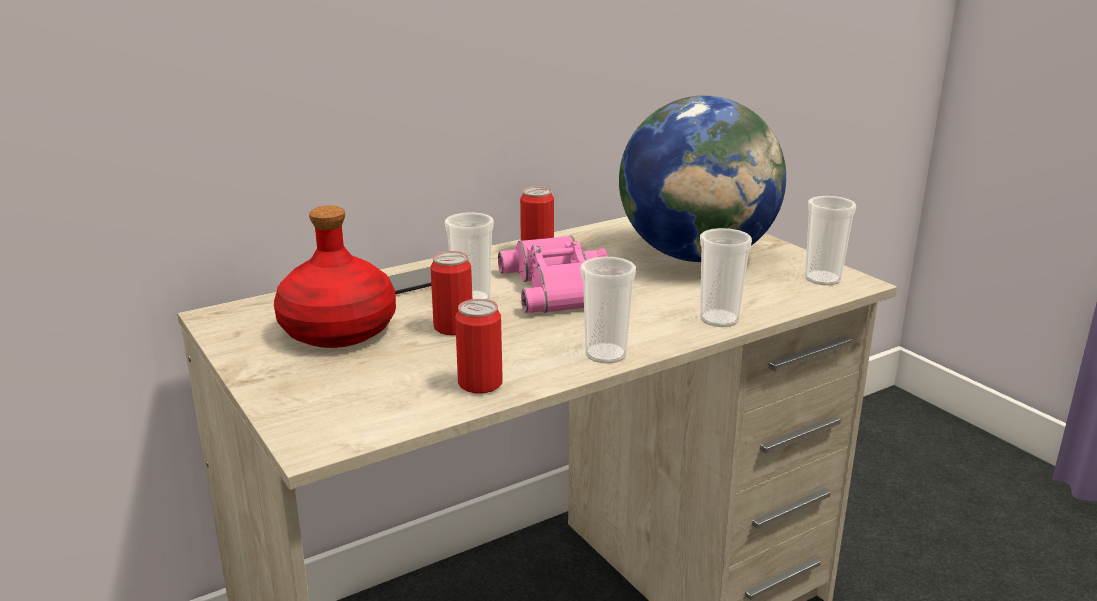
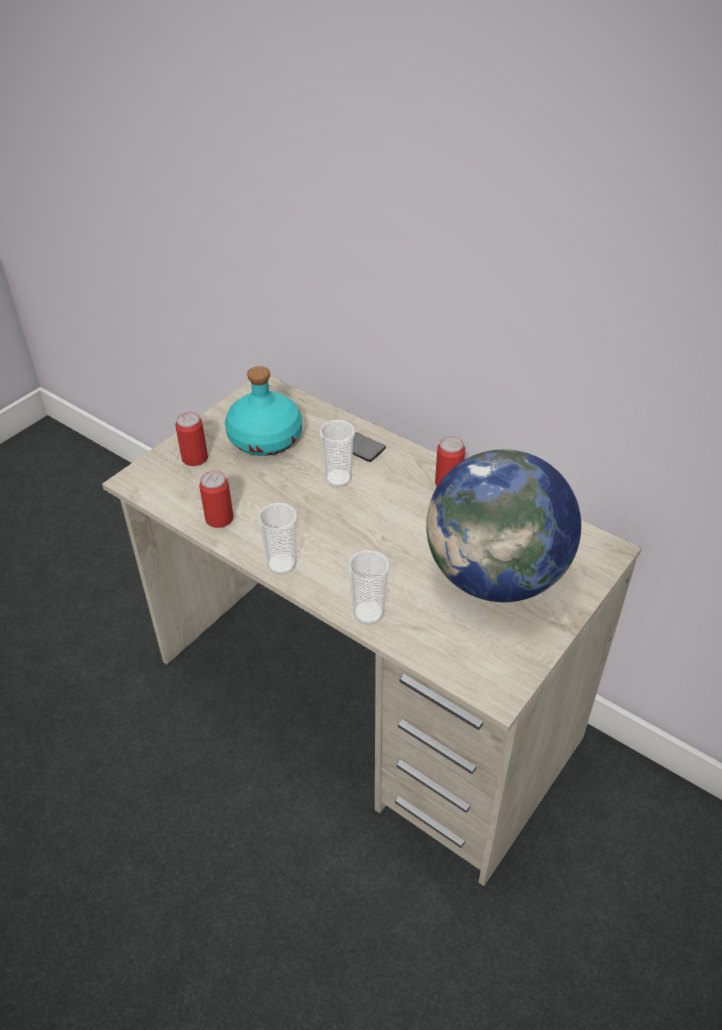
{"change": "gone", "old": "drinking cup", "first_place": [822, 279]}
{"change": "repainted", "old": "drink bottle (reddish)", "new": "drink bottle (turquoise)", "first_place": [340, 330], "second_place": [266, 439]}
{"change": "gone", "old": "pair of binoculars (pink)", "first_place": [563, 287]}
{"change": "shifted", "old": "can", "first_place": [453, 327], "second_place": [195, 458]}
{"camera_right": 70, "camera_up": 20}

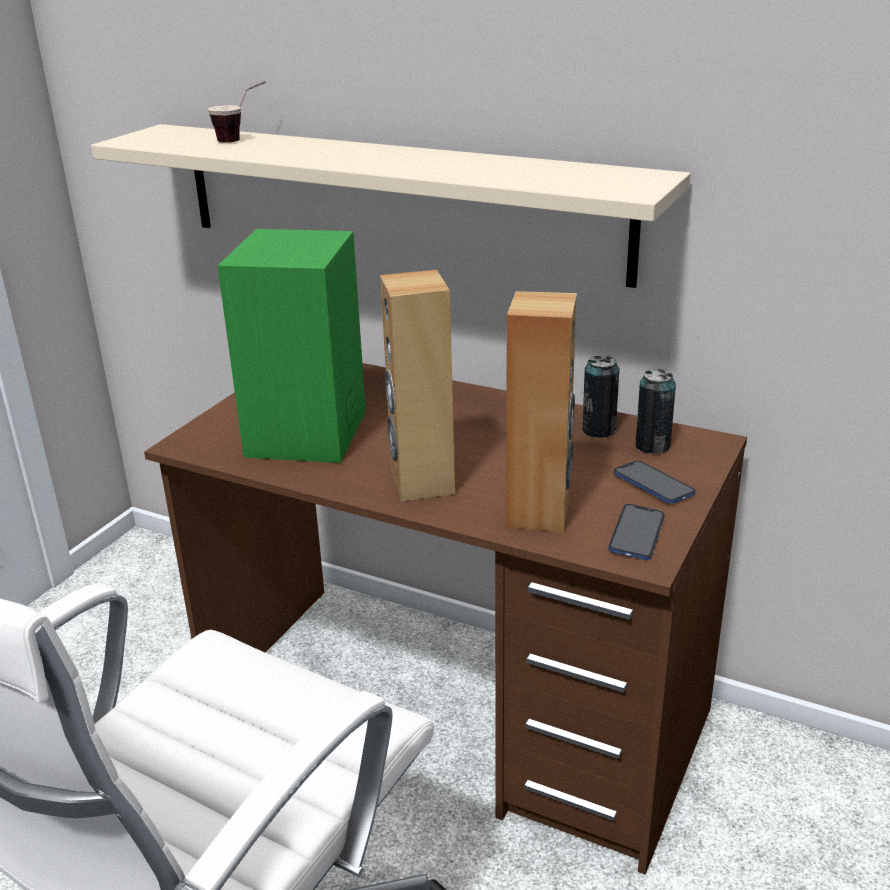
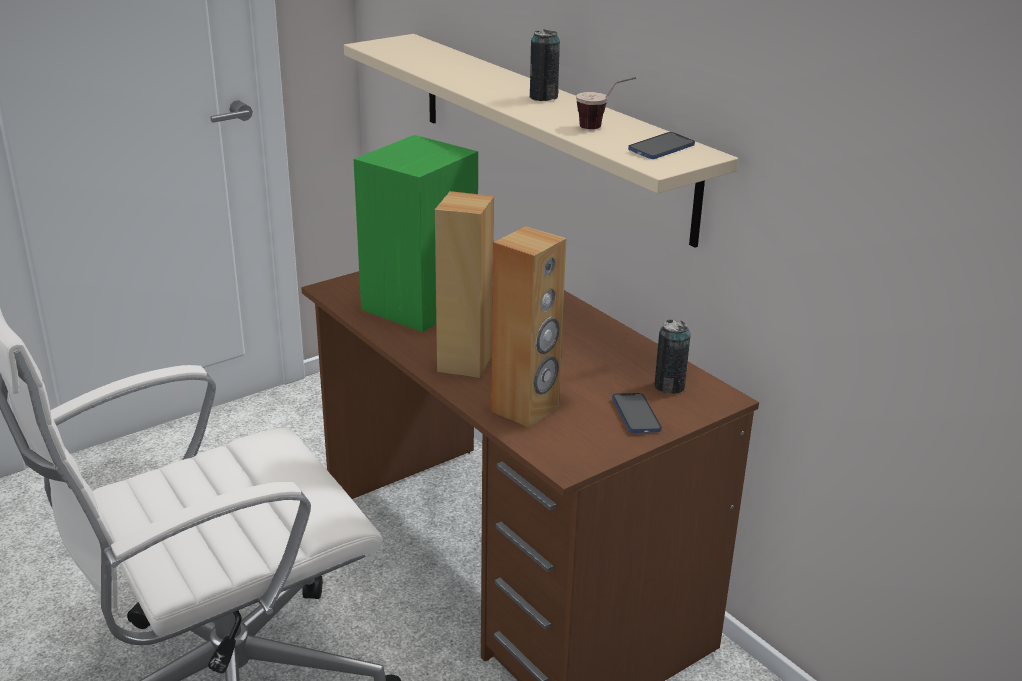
{"change": "shifted", "old": "drinking cup", "first_place": [242, 140], "second_place": [603, 127]}
{"change": "shifted", "old": "can", "first_place": [598, 430], "second_place": [543, 97]}
{"change": "shifted", "old": "phone", "first_place": [636, 534], "second_place": [661, 148]}
{"camera_right": 25, "camera_up": 0}

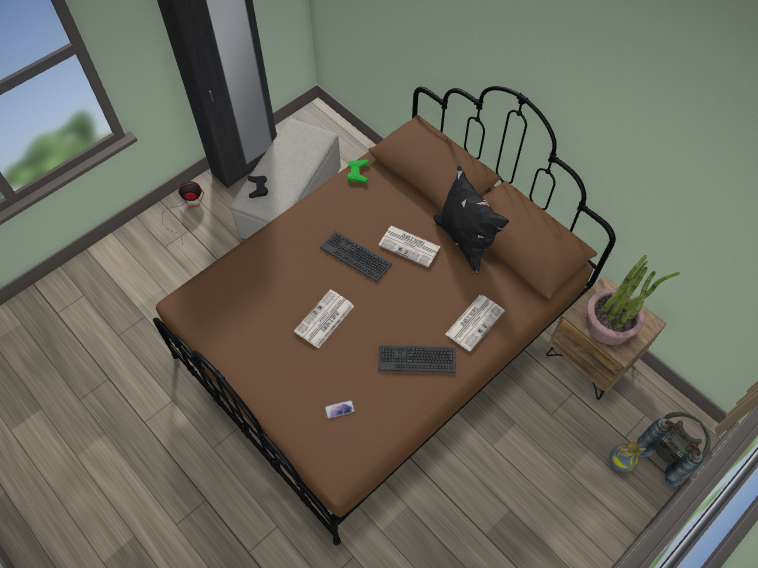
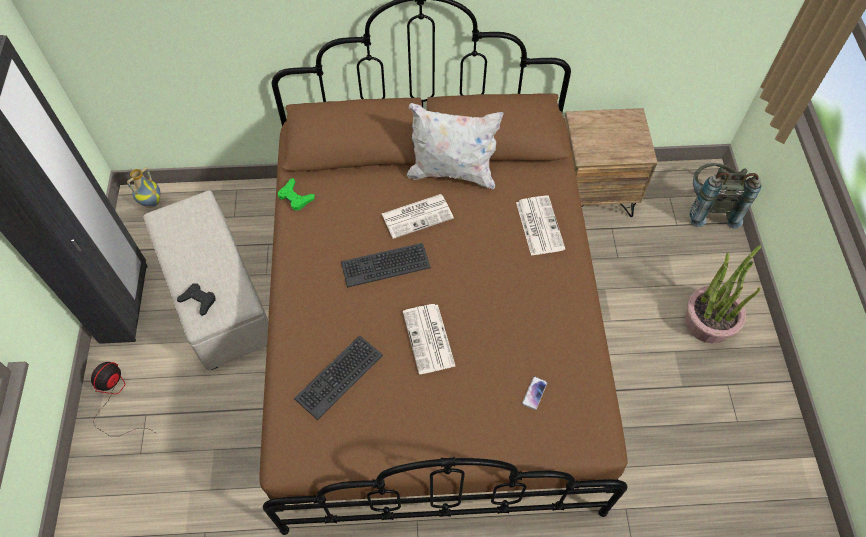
{"change": "repainted", "old": "pillow (black)", "new": "pillow (white-coloured)", "first_place": [464, 240], "second_place": [452, 172]}
{"change": "shifted", "old": "houseplant", "first_place": [609, 324], "second_place": [708, 321]}
{"change": "shifted", "old": "computer keyboard", "first_place": [417, 358], "second_place": [338, 376]}
{"change": "shifted", "old": "decorative vase", "first_place": [618, 462], "second_place": [151, 202]}
{"camera_right": -50, "camera_up": 0}

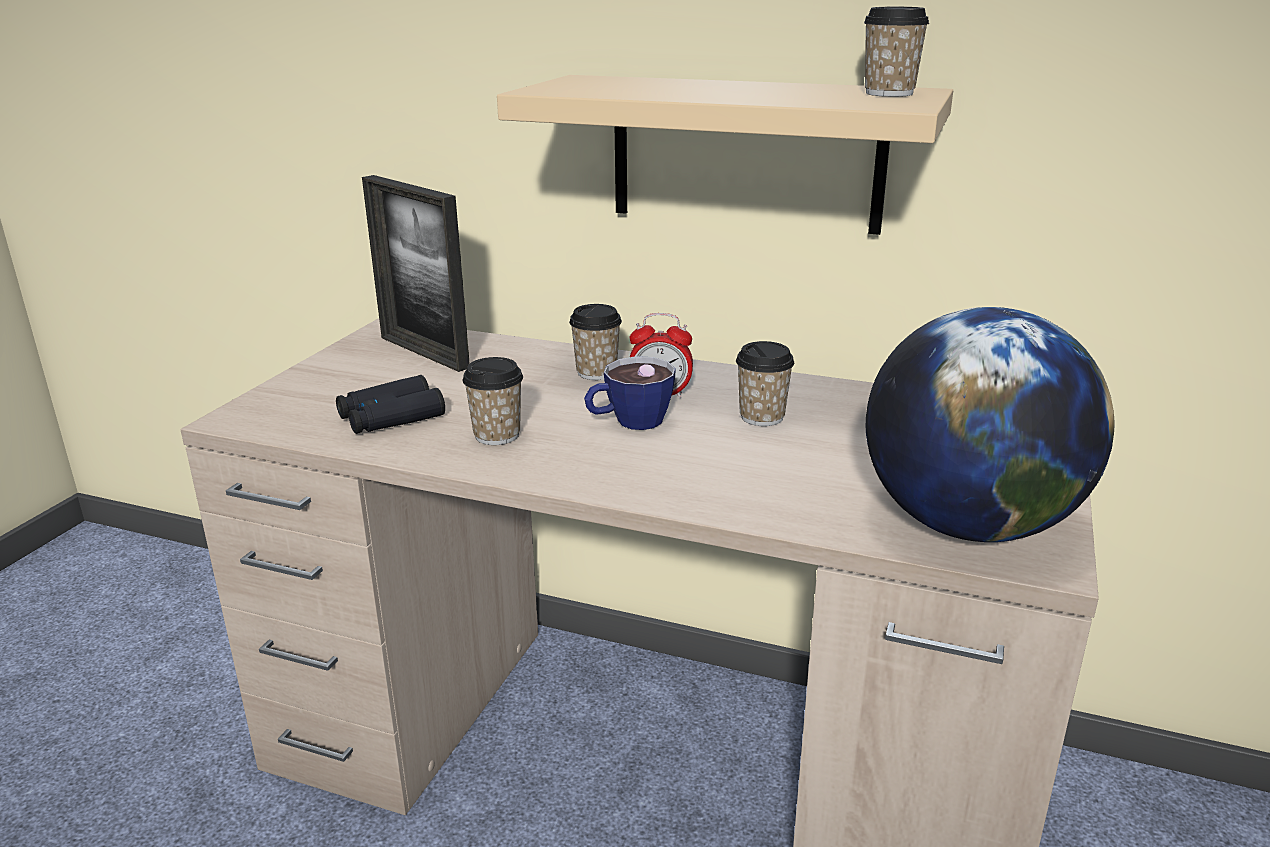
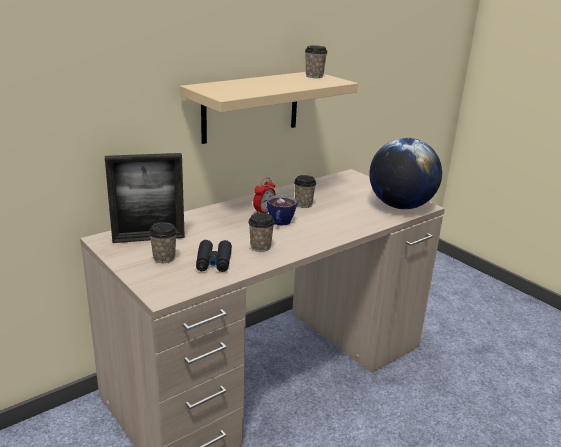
{"change": "shifted", "old": "drinking cup", "first_place": [596, 372], "second_place": [164, 258]}
{"camera_right": -60, "camera_up": 0}

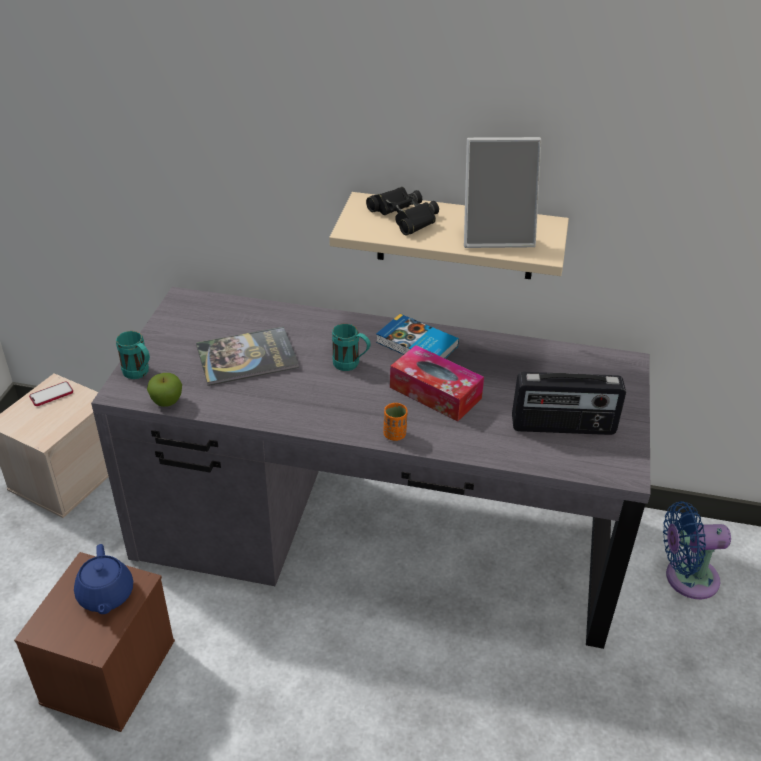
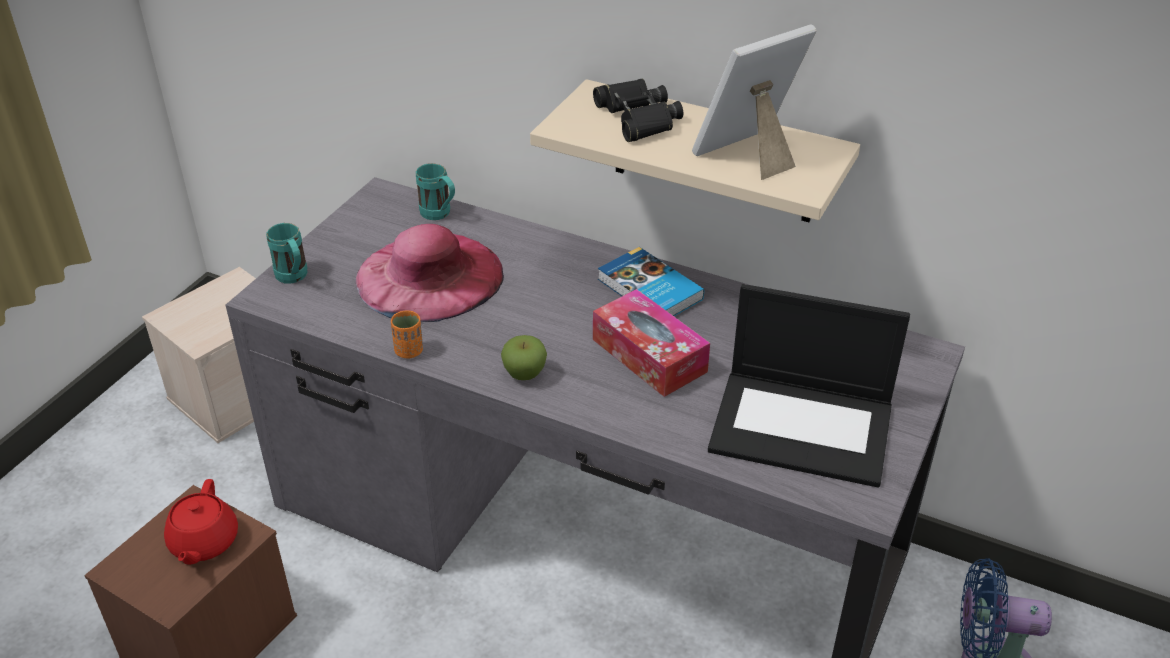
{"change": "rotated", "old": "standing frame", "first_place": [496, 235], "second_place": [749, 155], "degrees": 135}
{"change": "shifted", "old": "tea mug (turquoise)", "first_place": [351, 365], "second_place": [439, 215]}
{"change": "swapped", "old": "book", "new": "hat (pink)", "first_place": [247, 357], "second_place": [429, 276]}
{"change": "swapped", "old": "radio set", "new": "portable computer", "first_place": [563, 427], "second_place": [803, 427]}
{"change": "shifted", "old": "apple fruit", "first_place": [167, 402], "second_place": [524, 374]}
{"change": "gone", "old": "phone", "first_place": [51, 395]}
{"change": "shifted", "old": "drinking cup (orange)", "first_place": [394, 434], "second_place": [409, 351]}
{"change": "repainted", "old": "teapot (blue)", "new": "teapot (reddish)", "first_place": [105, 595], "second_place": [203, 543]}
{"camera_right": 15, "camera_up": 0}

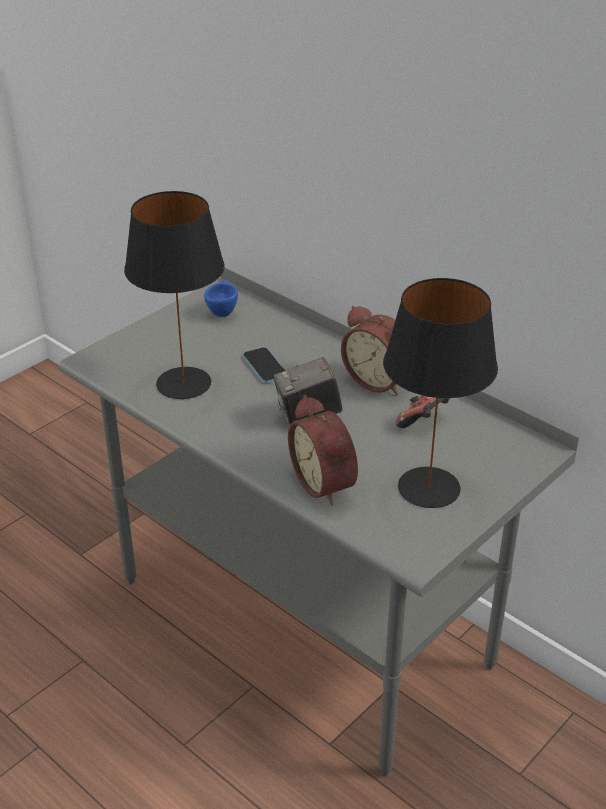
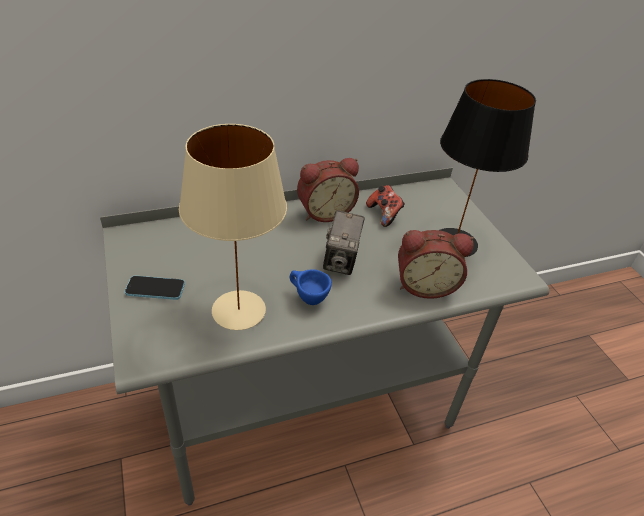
{"change": "repainted", "old": "table lamp (black)", "new": "table lamp (beige-coloured)", "first_place": [183, 384], "second_place": [239, 310]}
{"change": "shifted", "old": "drinking cup (blue)", "first_place": [222, 311], "second_place": [307, 298]}
{"change": "shifted", "old": "phone", "first_place": [265, 367], "second_place": [155, 289]}
{"camera_right": -65, "camera_up": 5}

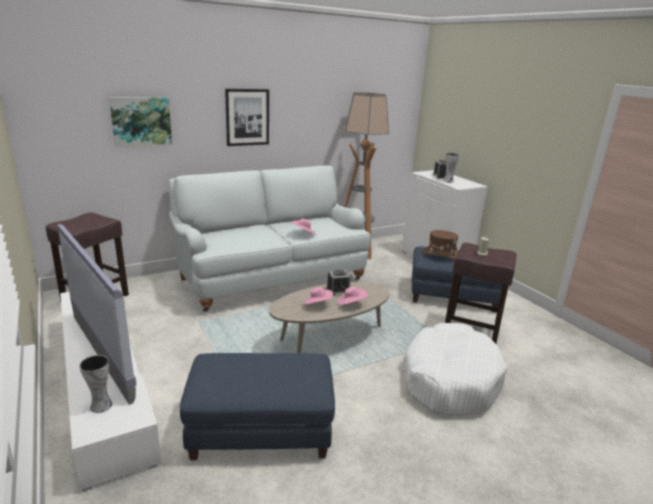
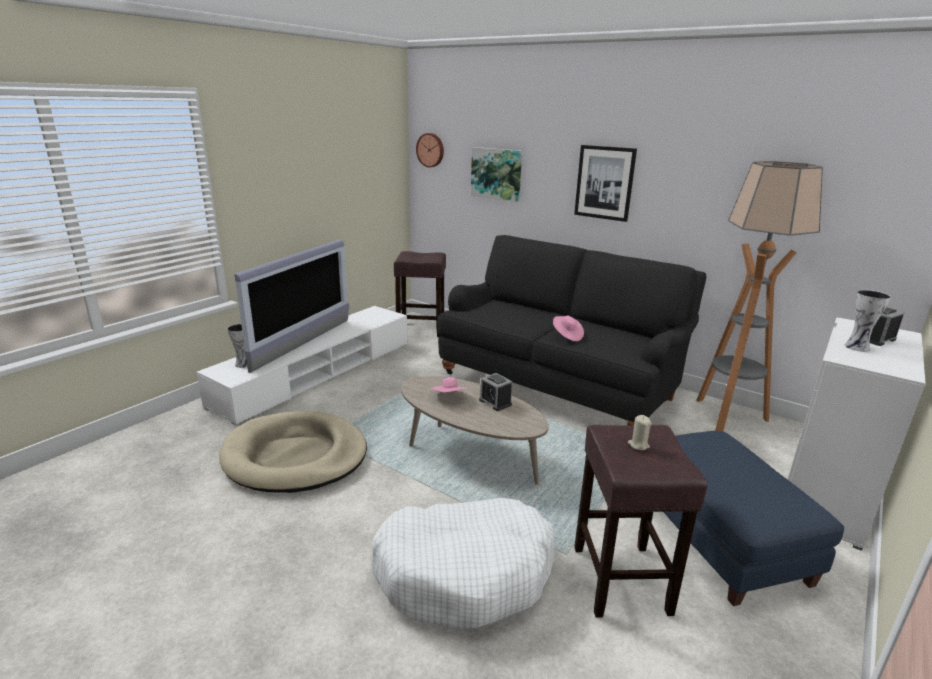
{"change": "repainted", "old": "settee (white-coloured)", "new": "settee (black)", "first_place": [270, 277], "second_place": [559, 383]}
{"change": "gone", "old": "hat (brown)", "first_place": [440, 255]}
{"change": "gone", "old": "hat (pink)", "first_place": [351, 304]}
{"change": "swapped", "old": "ottoman (blue)", "new": "pet bed (beige-coloured)", "first_place": [261, 429], "second_place": [295, 456]}
{"change": "new", "new": "hanging clock", "second_place": [430, 150]}
{"camera_right": 65, "camera_up": 0}

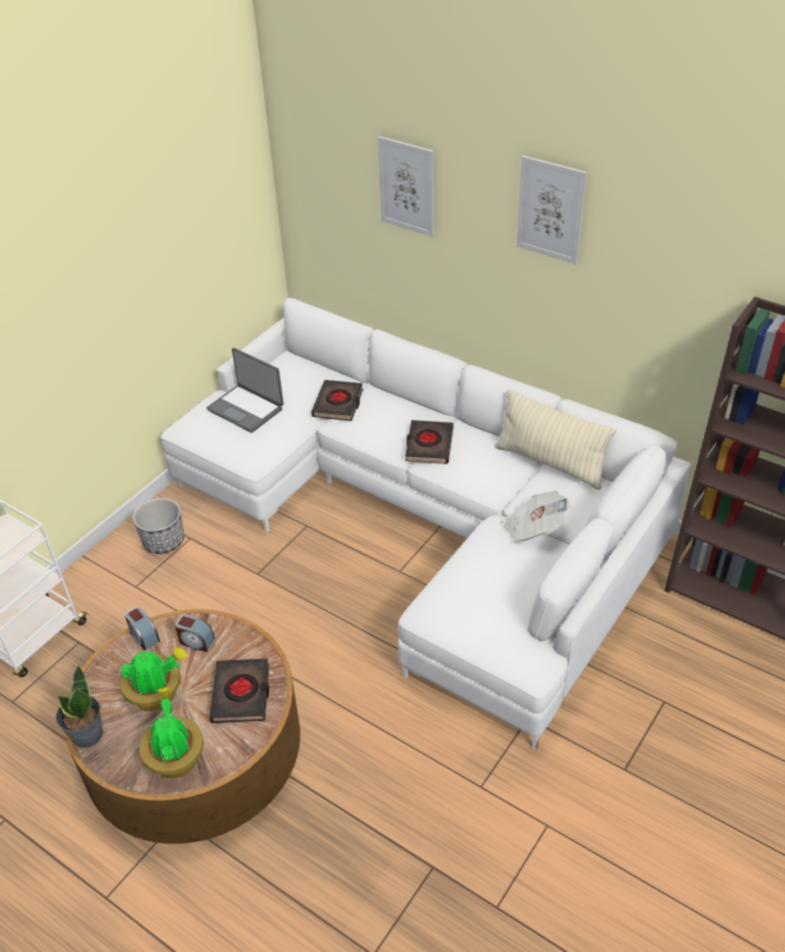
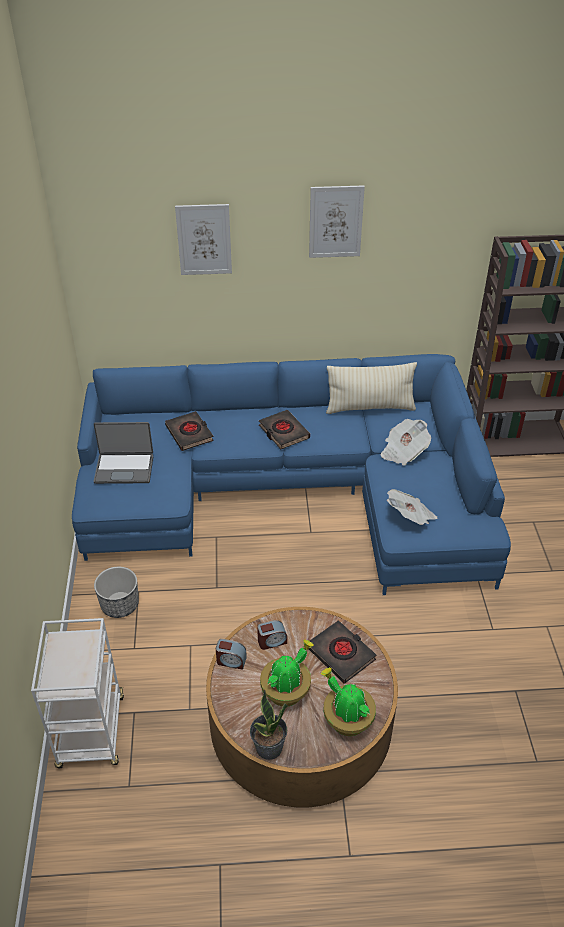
{"change": "repainted", "old": "settee (white-coloured)", "new": "settee (blue)", "first_place": [426, 521], "second_place": [293, 491]}
{"change": "new", "new": "newspaper", "second_place": [410, 517]}
{"camera_right": -40, "camera_up": 0}

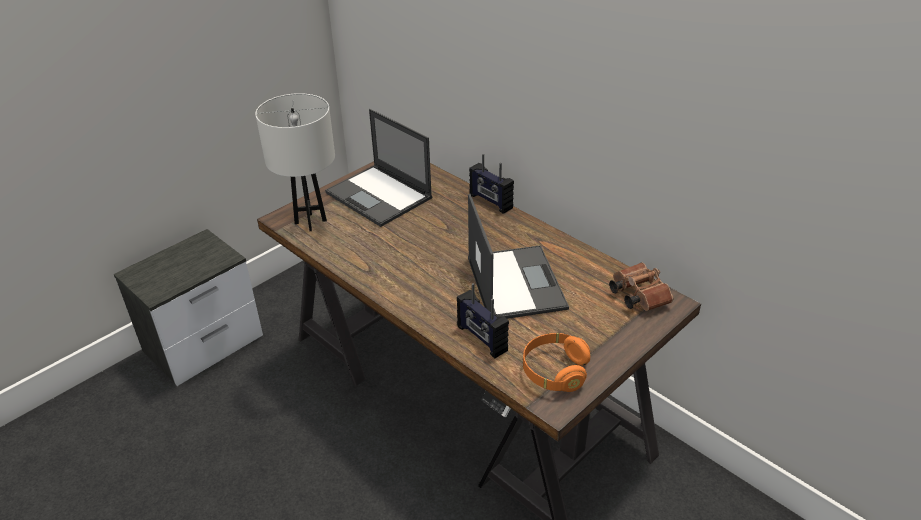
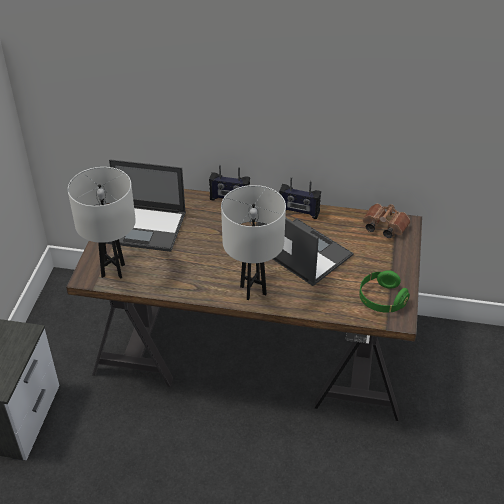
{"change": "shifted", "old": "radio set", "first_place": [481, 339], "second_place": [299, 212]}
{"change": "repainted", "old": "headset (orange)", "new": "headset (green)", "first_place": [554, 372], "second_place": [381, 299]}
{"change": "new", "new": "table lamp (white-coloured)", "second_place": [253, 290]}
{"camera_right": -35, "camera_up": 5}

